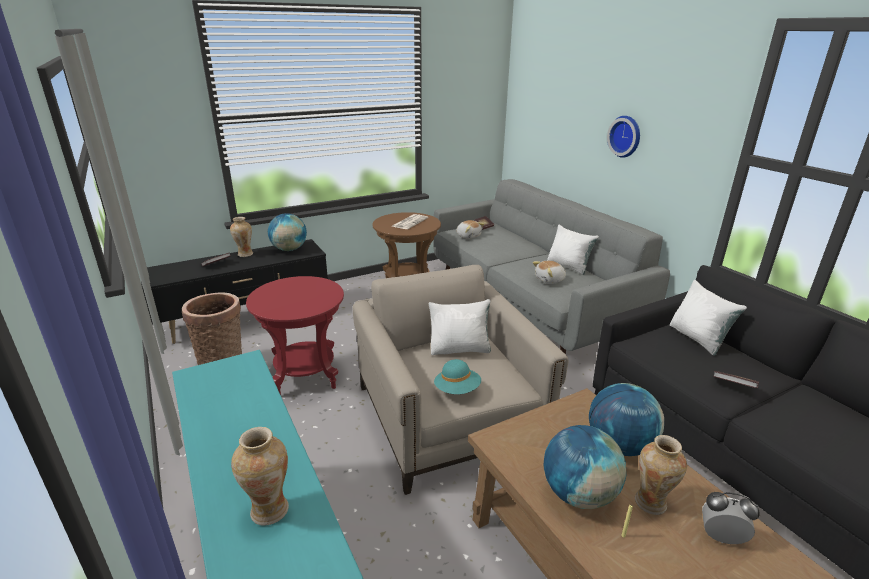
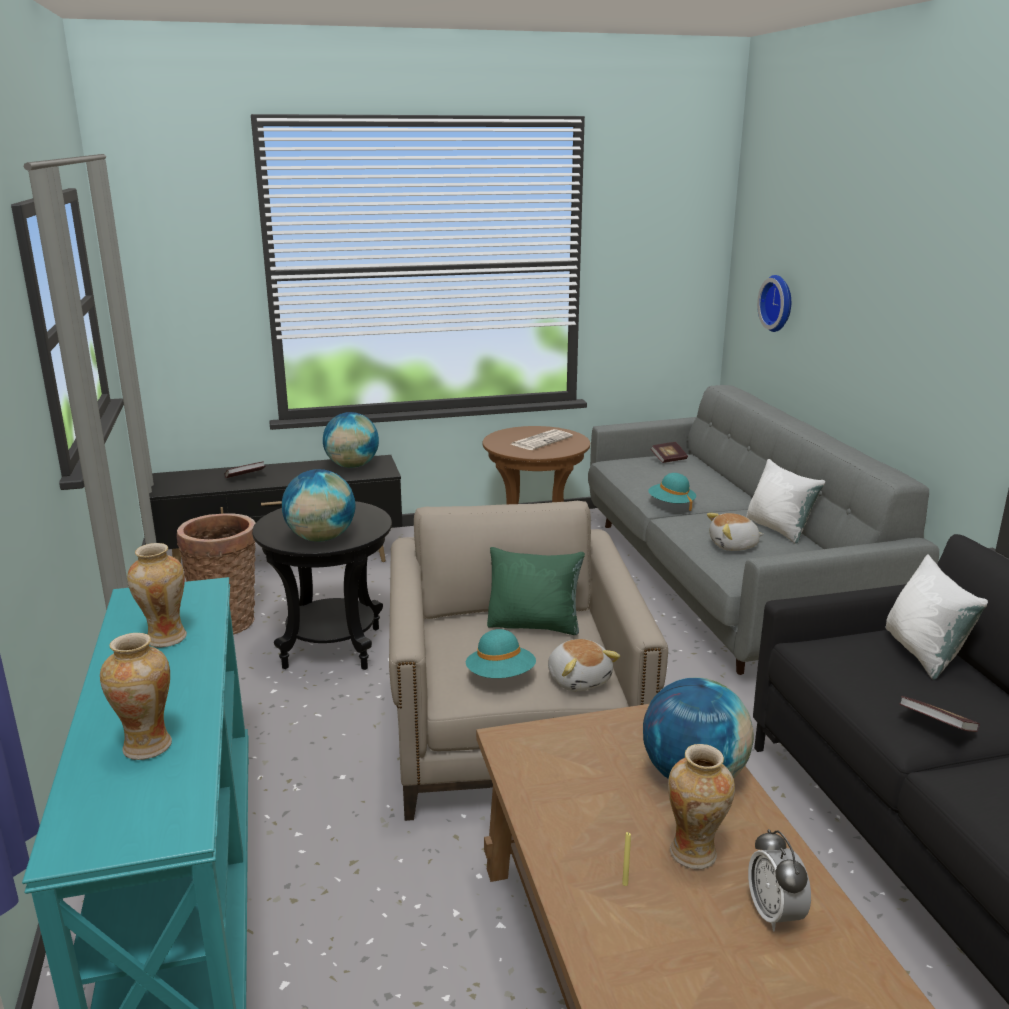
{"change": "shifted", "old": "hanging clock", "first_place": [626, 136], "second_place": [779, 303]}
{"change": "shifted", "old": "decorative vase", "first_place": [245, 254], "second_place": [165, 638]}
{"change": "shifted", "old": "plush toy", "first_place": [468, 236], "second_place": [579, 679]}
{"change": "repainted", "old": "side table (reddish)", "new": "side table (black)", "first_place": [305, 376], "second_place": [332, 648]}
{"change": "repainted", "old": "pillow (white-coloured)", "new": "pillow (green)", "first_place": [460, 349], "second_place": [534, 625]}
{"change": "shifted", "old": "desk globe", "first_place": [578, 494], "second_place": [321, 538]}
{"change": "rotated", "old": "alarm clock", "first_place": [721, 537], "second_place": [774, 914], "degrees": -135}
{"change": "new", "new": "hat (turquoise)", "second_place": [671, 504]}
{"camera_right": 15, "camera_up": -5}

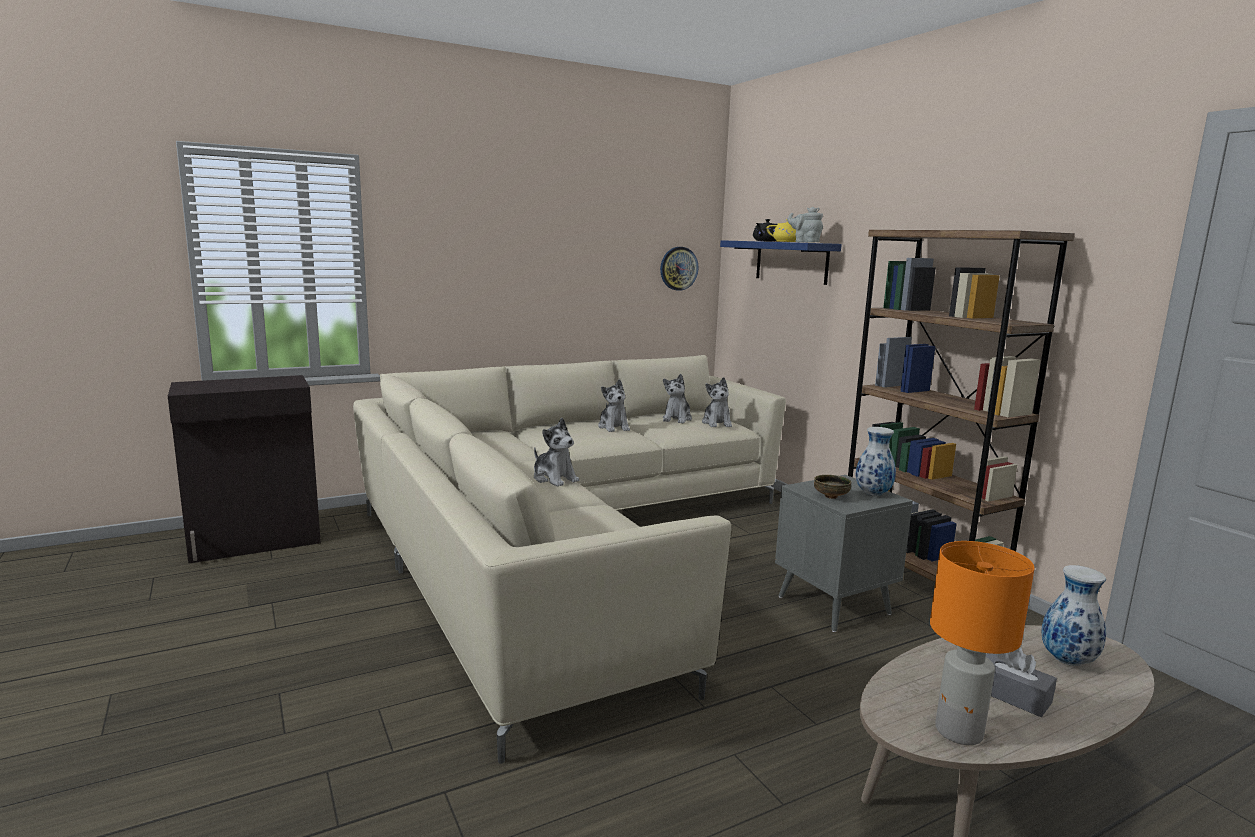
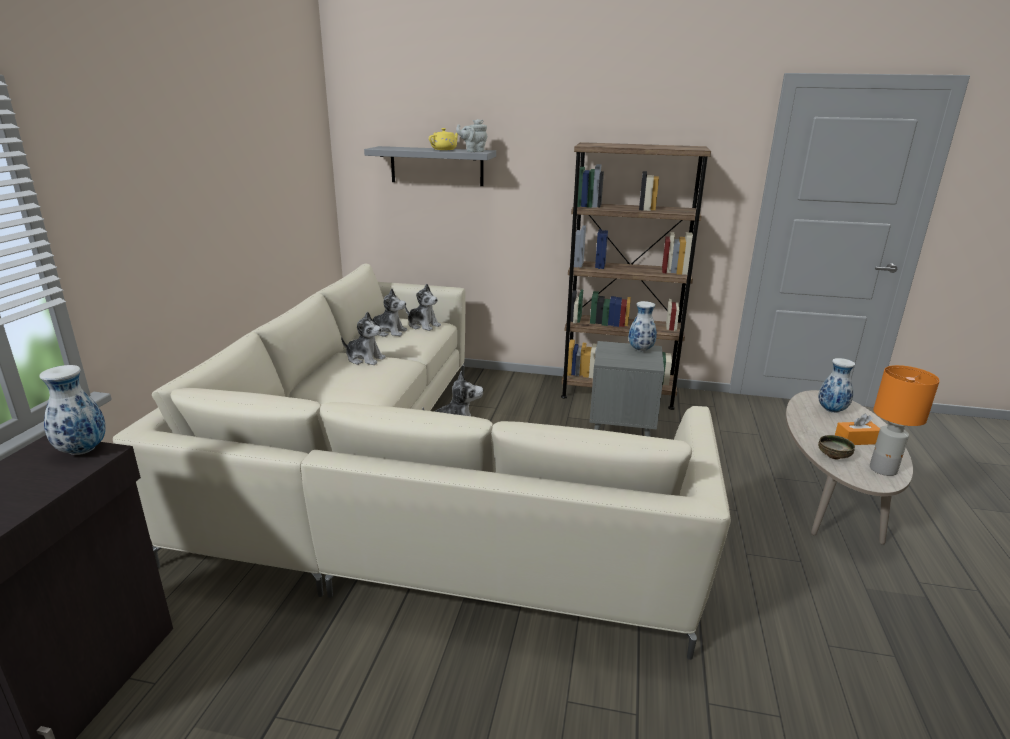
{"change": "gone", "old": "teapot (black)", "first_place": [765, 241]}
{"change": "repainted", "old": "wall shelf (blue)", "new": "wall shelf (gray)", "first_place": [791, 262], "second_place": [436, 166]}
{"change": "gone", "old": "hanging clock", "first_place": [678, 268]}
{"change": "rotated", "old": "plush toy", "first_place": [677, 419], "second_place": [389, 332], "degrees": -45}
{"change": "shifted", "old": "bowl", "first_place": [831, 497], "second_place": [834, 456]}
{"change": "repainted", "old": "tissue holder (gray)", "new": "tissue holder (orange)", "first_place": [1011, 695], "second_place": [856, 440]}
{"change": "new", "new": "decorative vase", "second_place": [83, 451]}
{"camera_right": -50, "camera_up": 10}

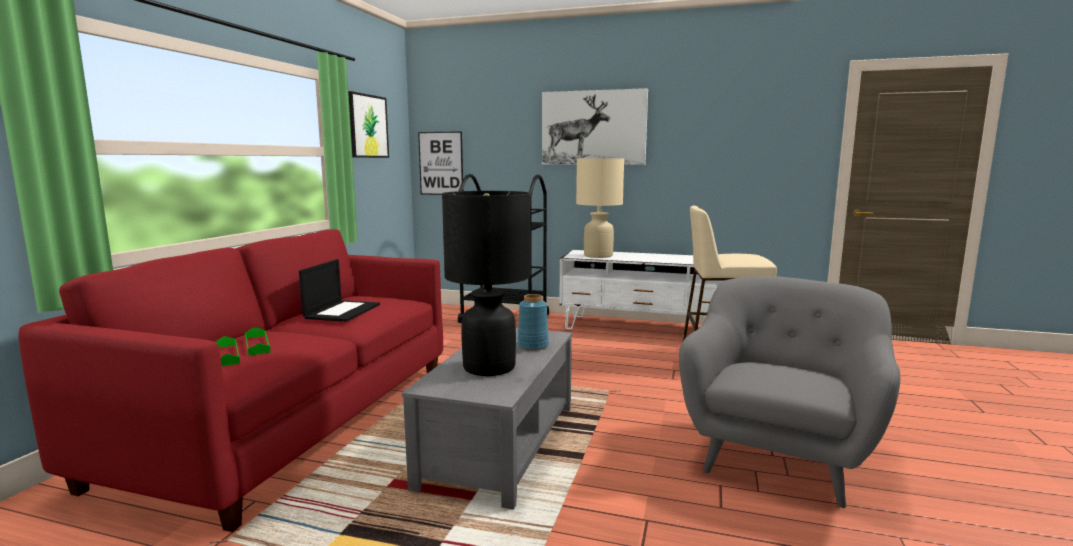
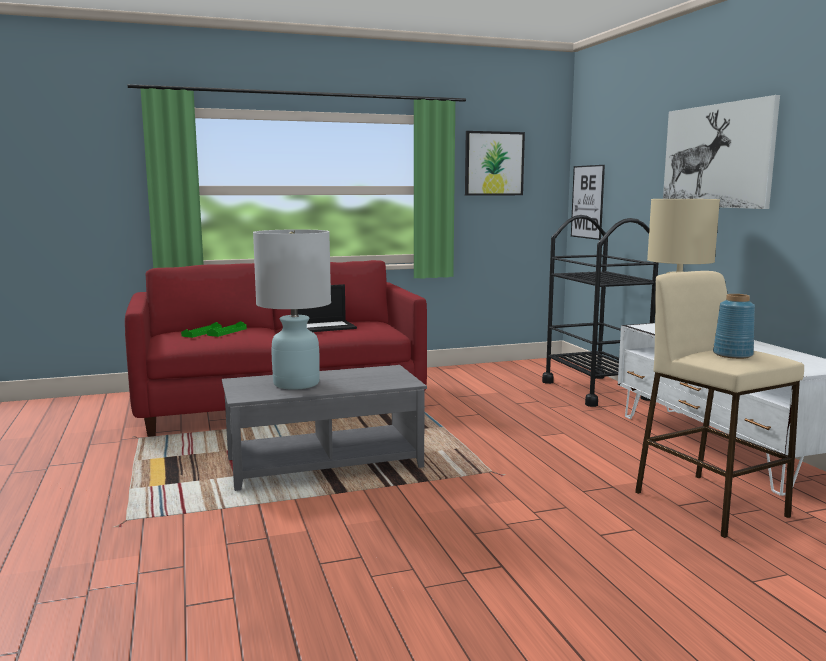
{"change": "repainted", "old": "table lamp (black)", "new": "table lamp (white-coloured)", "first_place": [489, 367], "second_place": [296, 384]}
{"change": "gone", "old": "armchair (gray)", "first_place": [778, 456]}
{"change": "shifted", "old": "decorative vase (blue)", "first_place": [532, 346], "second_place": [732, 355]}
{"camera_right": 55, "camera_up": 0}

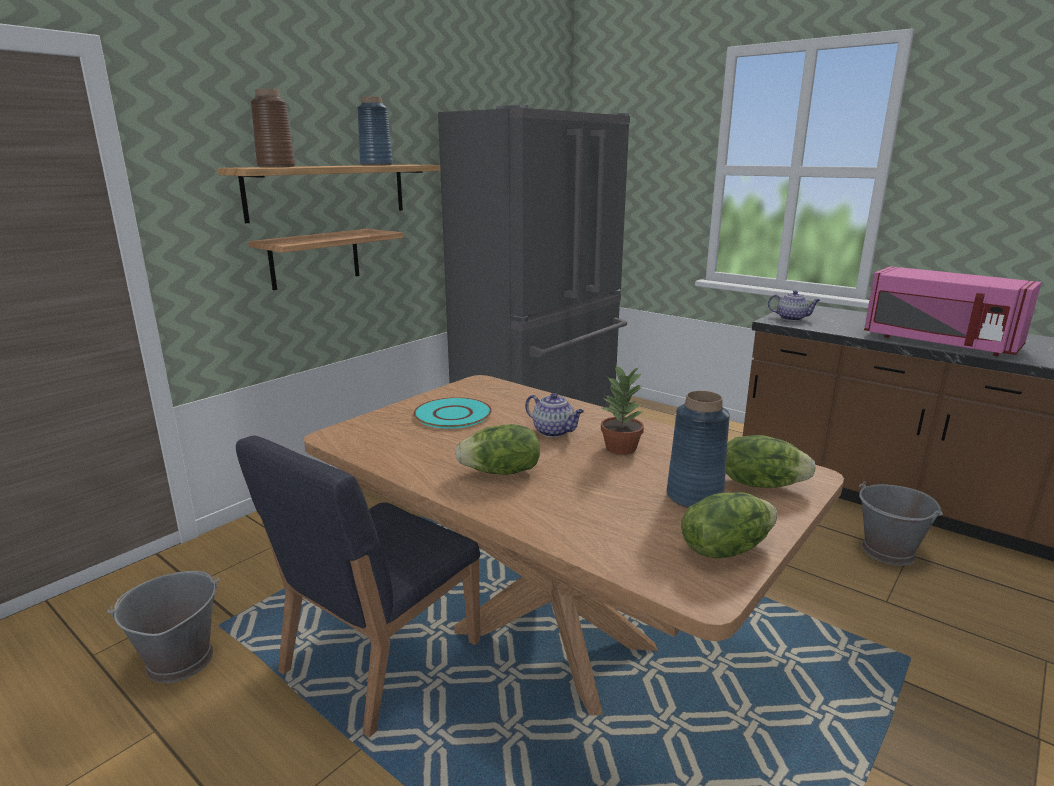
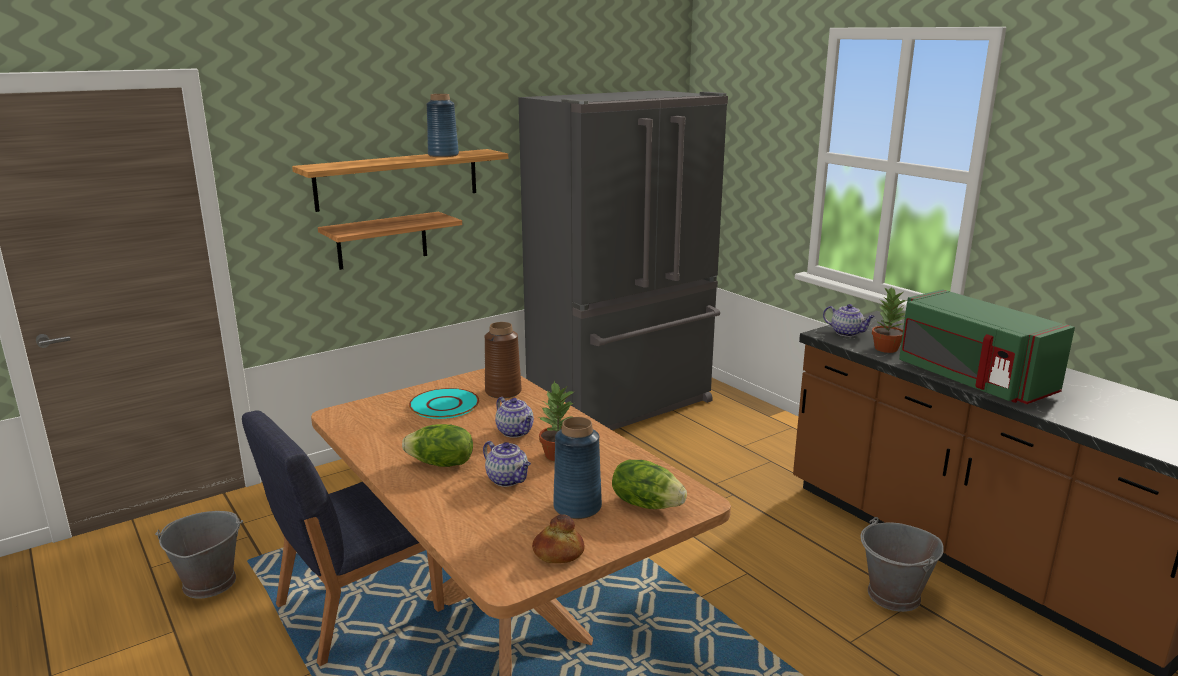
{"change": "shifted", "old": "decorative vase (brown)", "first_place": [276, 166], "second_place": [503, 391]}
{"change": "repainted", "old": "microwave (pink)", "new": "microwave (green)", "first_place": [938, 343], "second_place": [971, 379]}
{"change": "swapped", "old": "head of lettuce", "new": "bakery bread", "first_place": [725, 549], "second_place": [558, 553]}
{"change": "new", "new": "houseplant", "second_place": [885, 348]}
{"change": "new", "new": "teapot", "second_place": [508, 480]}
{"camera_right": 15, "camera_up": 0}

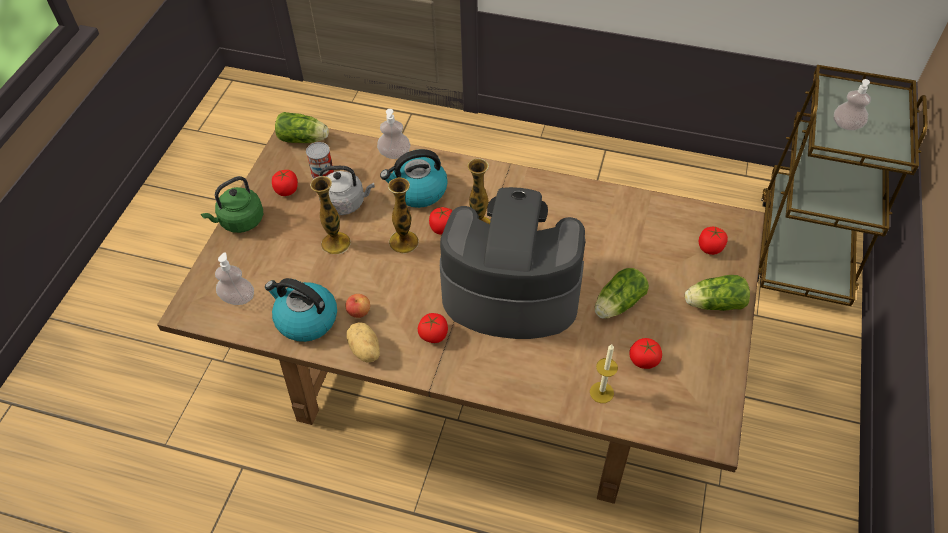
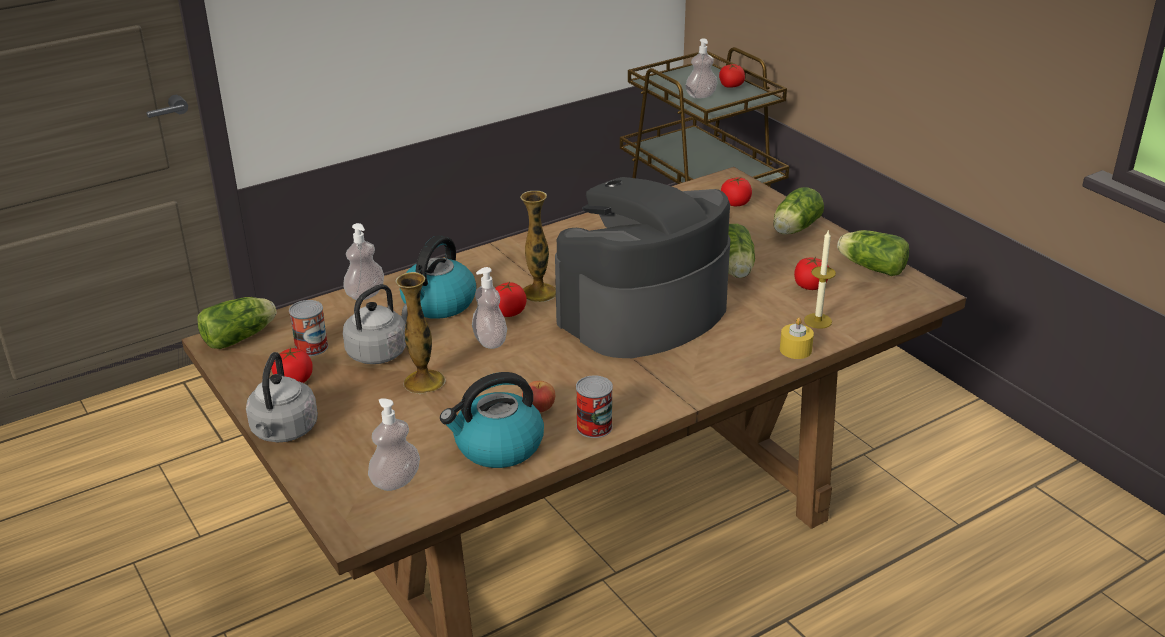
{"change": "repainted", "old": "kettle (green)", "new": "kettle (gray)", "first_place": [240, 221], "second_place": [283, 432]}
{"change": "swapped", "old": "decorative vase", "new": "liquid soap bottle", "first_place": [403, 242], "second_place": [490, 341]}
{"change": "shifted", "old": "whole tomato", "first_place": [433, 335], "second_place": [731, 86]}
{"change": "swapped", "old": "whole potato", "new": "can", "first_place": [364, 351], "second_place": [594, 427]}
{"change": "new", "new": "head of lettuce", "second_place": [870, 267]}
{"change": "new", "new": "wax candle (yellow)", "second_place": [795, 350]}
{"camera_right": -50, "camera_up": -20}

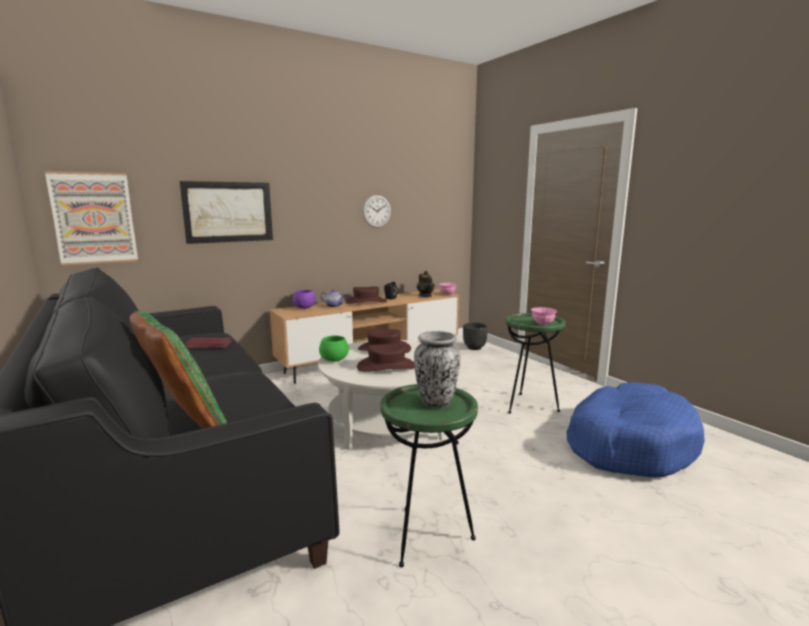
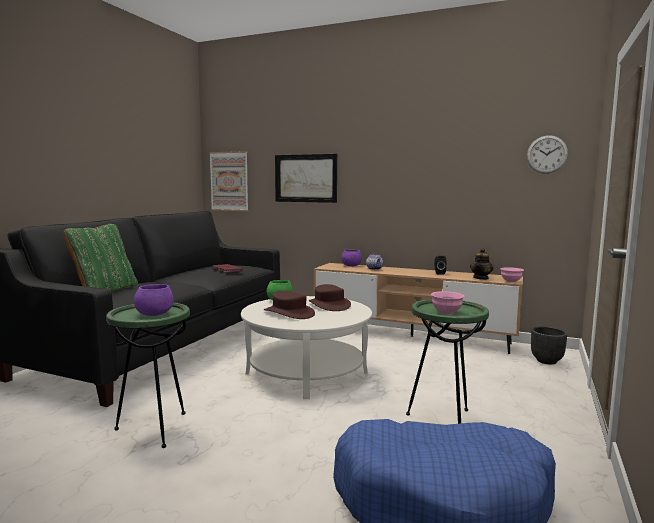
{"change": "shifted", "old": "hanging clock", "first_place": [376, 211], "second_place": [547, 154]}
{"change": "gone", "old": "hat (brown)", "first_place": [366, 302]}
{"change": "swapped", "old": "decorative vase", "new": "bowl (purplish)", "first_place": [436, 403], "second_place": [155, 314]}
{"camera_right": 55, "camera_up": -5}

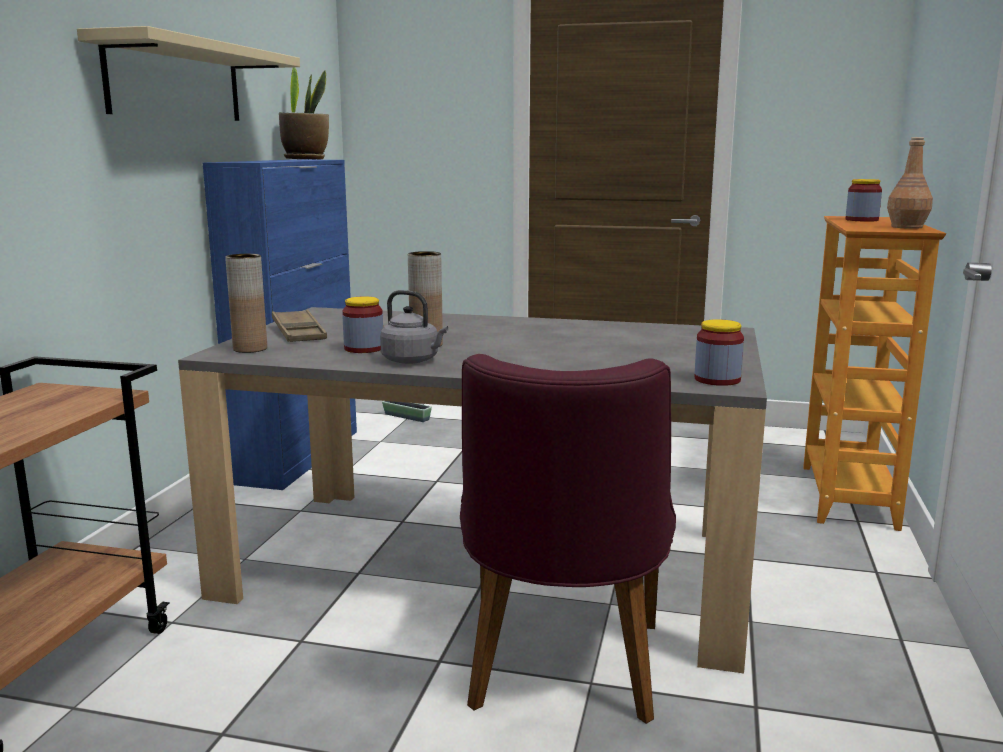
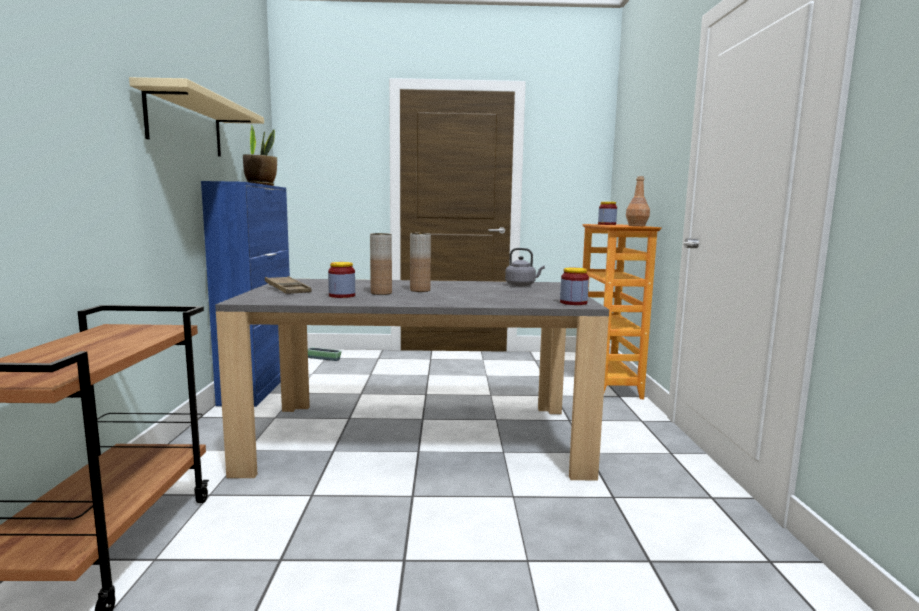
{"change": "shifted", "old": "decorative vase (brown)", "first_place": [250, 349], "second_place": [420, 290]}
{"change": "shifted", "old": "kettle (gray)", "first_place": [413, 361], "second_place": [522, 285]}
{"change": "gone", "old": "upright chair (purplish)", "first_place": [561, 676]}
{"camera_right": -15, "camera_up": -5}

